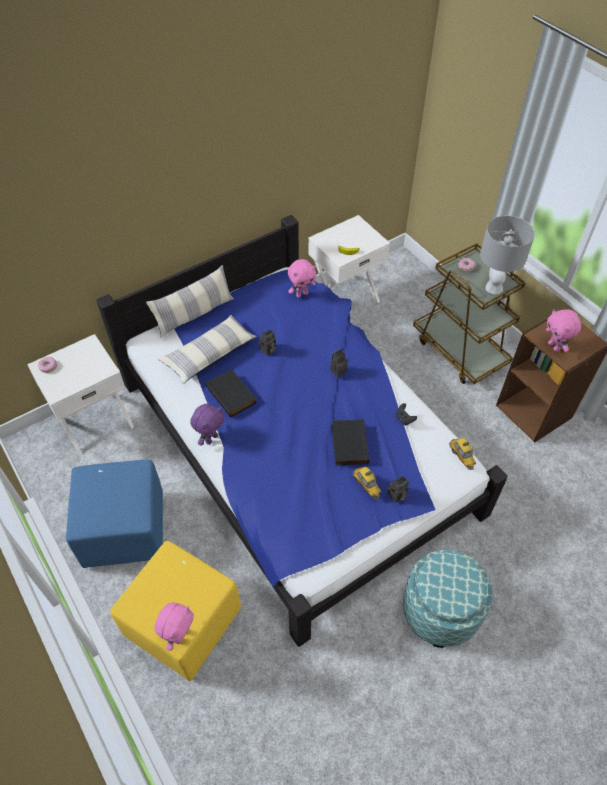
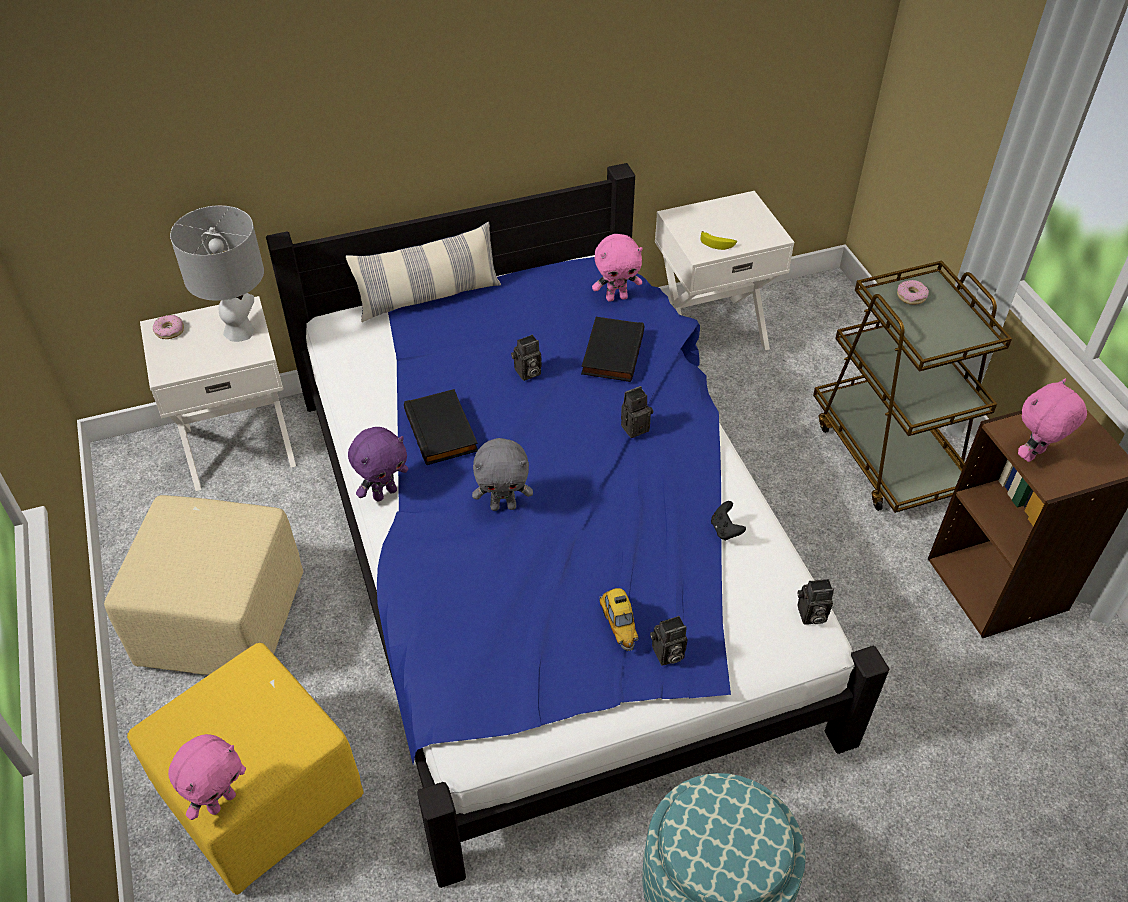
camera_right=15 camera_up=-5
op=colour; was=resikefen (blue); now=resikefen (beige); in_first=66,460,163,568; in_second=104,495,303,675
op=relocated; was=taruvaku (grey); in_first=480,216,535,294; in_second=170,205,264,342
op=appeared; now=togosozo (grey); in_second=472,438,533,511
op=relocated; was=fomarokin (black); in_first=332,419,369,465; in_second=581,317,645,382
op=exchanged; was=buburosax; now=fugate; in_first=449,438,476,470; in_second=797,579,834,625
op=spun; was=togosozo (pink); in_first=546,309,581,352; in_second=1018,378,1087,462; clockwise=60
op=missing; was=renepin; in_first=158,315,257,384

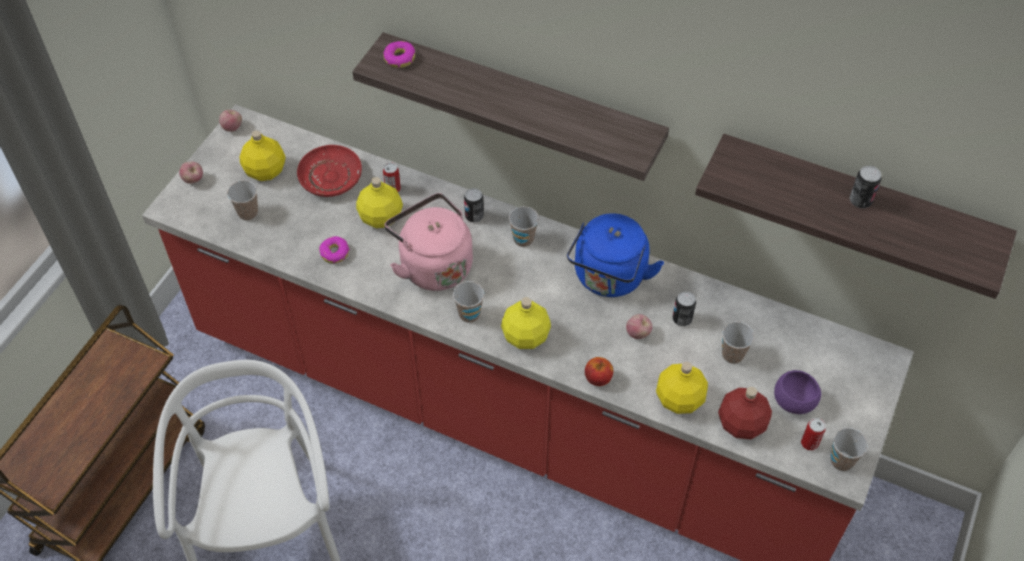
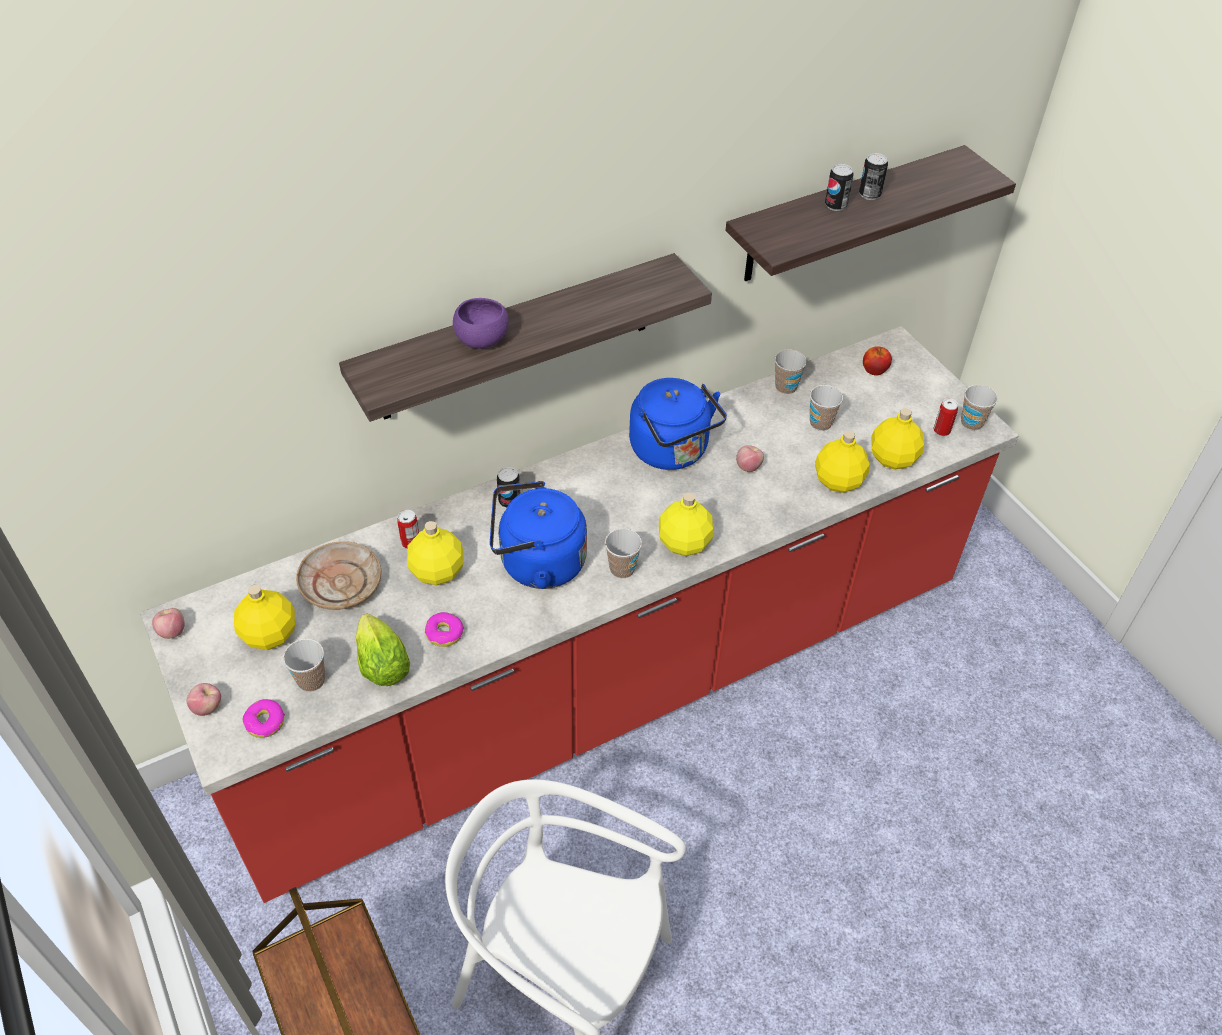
camera_right=-55 camera_up=-5
op=relocated; was=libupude; in_first=383,41,415,68; in_second=243,699,285,738
op=colour; was=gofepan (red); now=gofepan (beige); in_first=297,145,362,197; in_second=296,541,381,610
op=appeared; now=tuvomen; in_second=355,614,410,686
op=relocated; was=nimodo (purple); in_first=774,370,821,414; in_second=453,298,509,349
op=colour; was=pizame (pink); now=pizame (blue); in_first=385,193,473,291; in_second=490,481,587,589
op=relocated; was=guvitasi; in_first=509,206,539,247; in_second=775,349,807,394
op=relocated; was=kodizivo; in_first=672,291,696,326; in_second=825,164,854,211
op=relocated; was=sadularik; in_first=585,357,613,386; in_second=863,346,892,376
op=colour; was=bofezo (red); now=bofezo (yellow); in_first=718,387,772,439; in_second=871,408,924,469

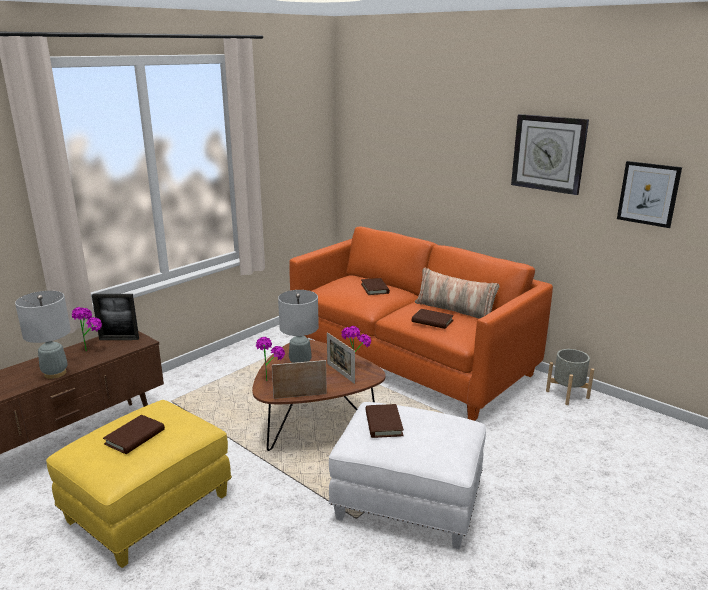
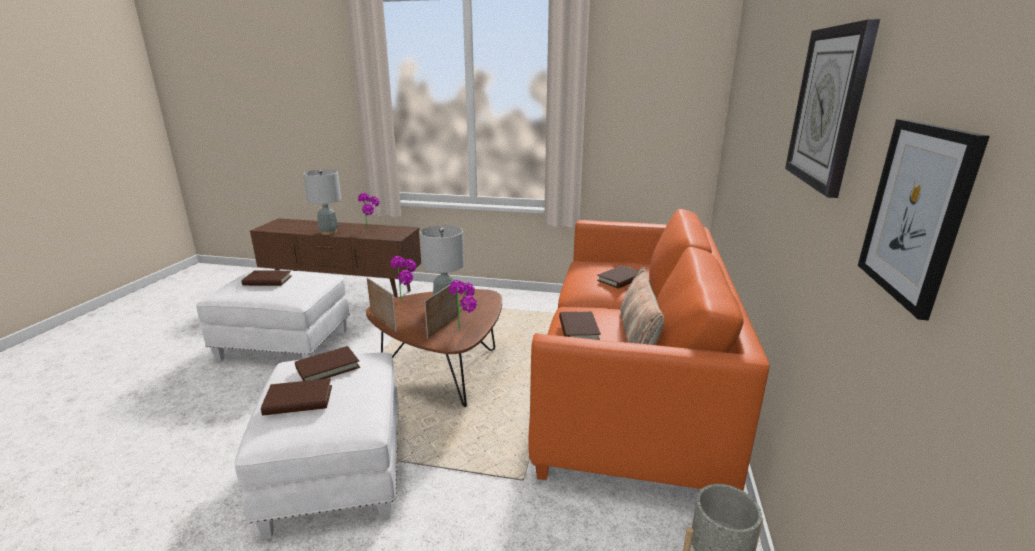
camera_right=60 camera_up=0
op=colour; was=resikefen (yellow); now=resikefen (white); in_first=46,400,232,568; in_second=196,270,350,361
op=appeared; now=fomarokin (brown); in_second=261,378,332,415
op=missing; was=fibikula; in_first=92,294,139,340

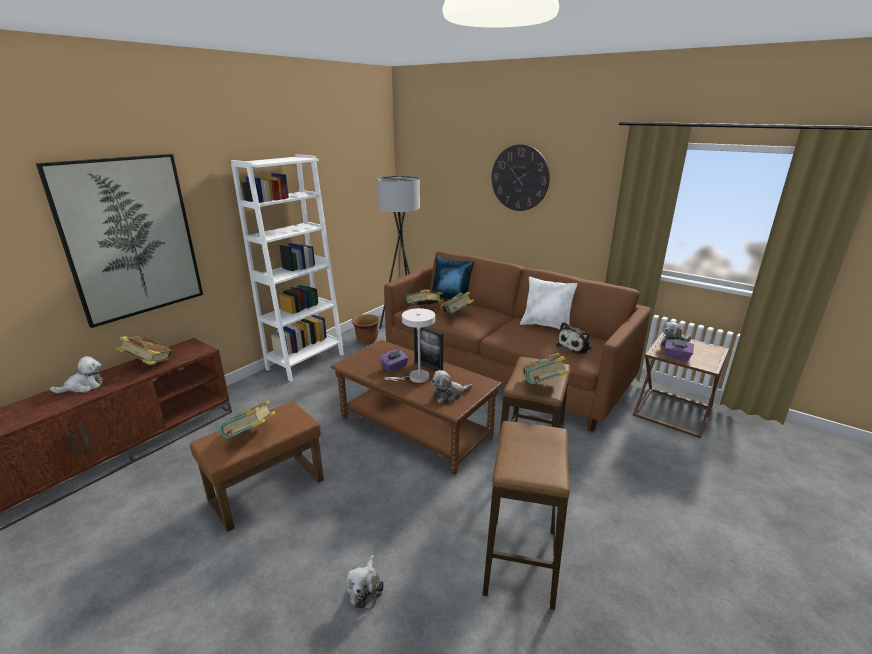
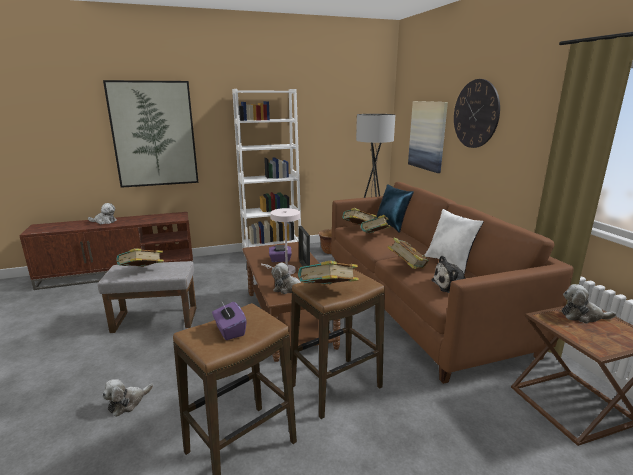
camera_right=35 camera_up=-5
op=colour; was=resikefen (brown); now=resikefen (grey); in_first=190,401,324,532; in_second=97,261,196,333
op=relocated; was=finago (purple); in_first=665,339,694,361; in_second=212,302,247,340
op=relocated; was=fomarokin; in_first=115,336,172,365; in_second=387,238,429,269
op=appeared; now=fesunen; in_second=408,101,448,173

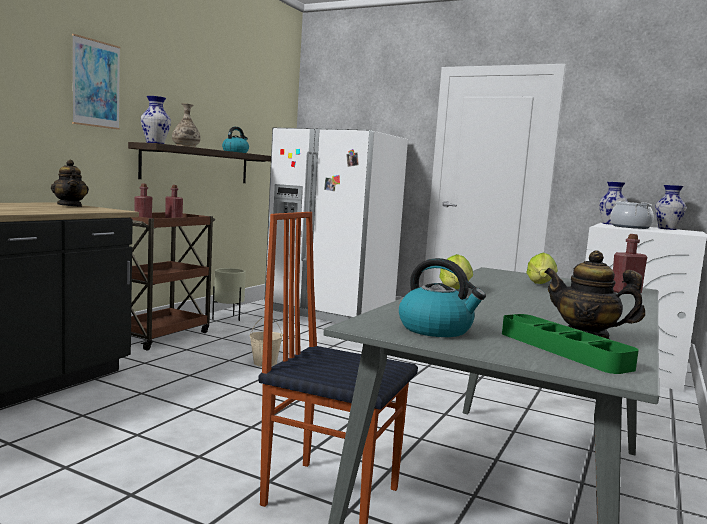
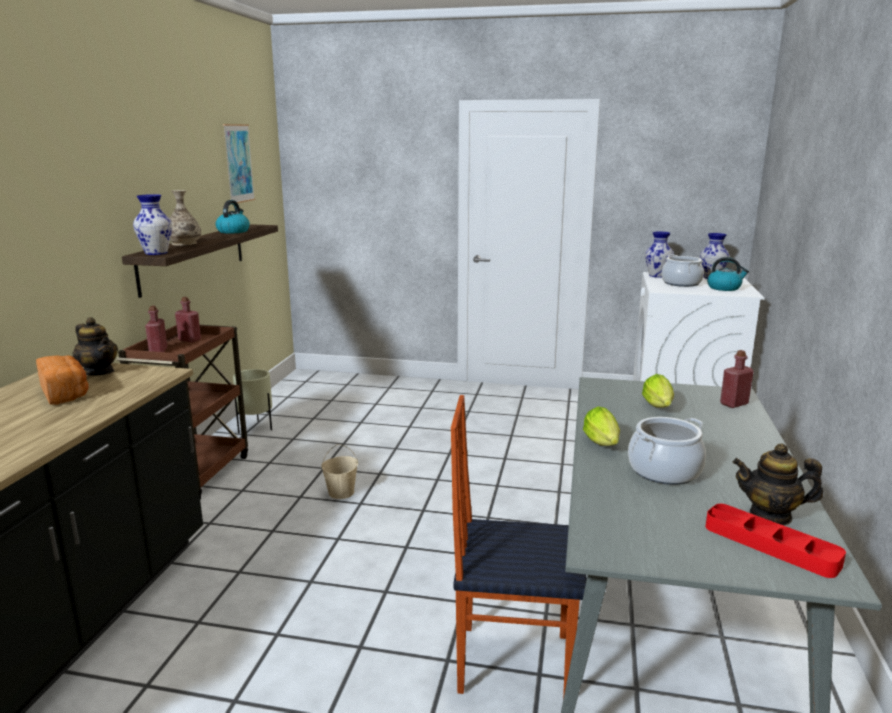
camera_right=-15 camera_up=10
op=appeared; now=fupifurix; in_second=36,355,89,405
op=relocated; was=fesunen; in_first=72,34,120,130; in_second=223,124,255,203
op=appeared; now=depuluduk; in_second=628,417,706,485
op=colour; was=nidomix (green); now=nidomix (red); in_first=502,314,639,374; in_second=706,504,846,578
op=relocated; was=pizame; in_first=399,258,486,337; in_second=707,257,749,291
op=missing; was=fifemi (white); in_first=265,127,408,323

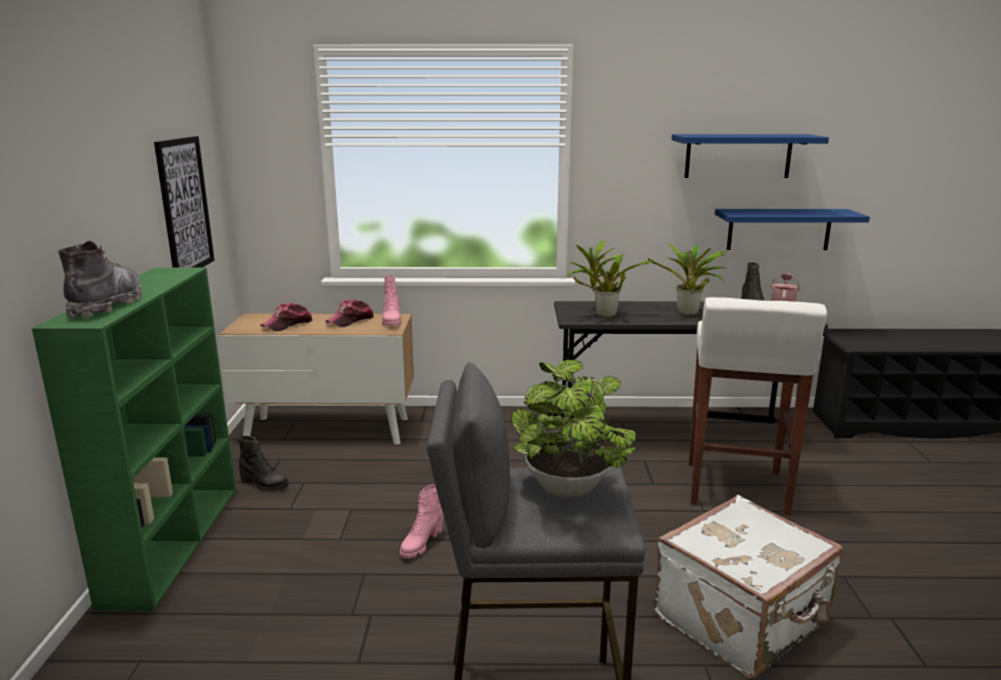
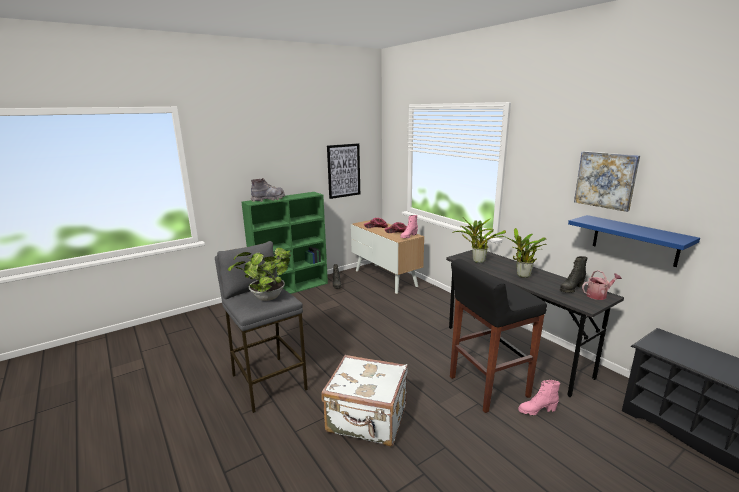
camera_right=55 camera_up=0
op=colour; was=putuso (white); now=putuso (black); in_first=689,297,827,515; in_second=450,259,547,413
op=relocated; was=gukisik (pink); in_first=400,484,443,559; in_second=518,380,560,416
op=exchanged; was=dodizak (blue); now=fesunen; in_first=672,134,829,178; in_second=574,151,640,212

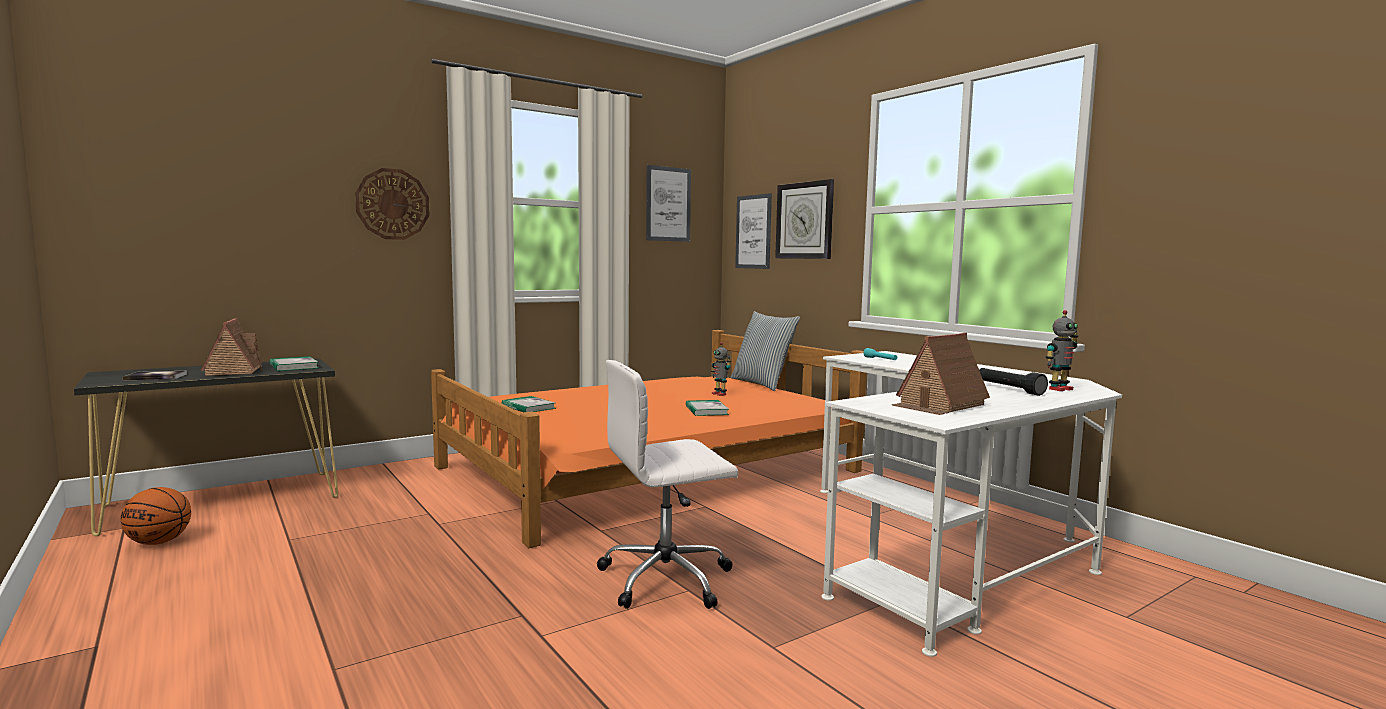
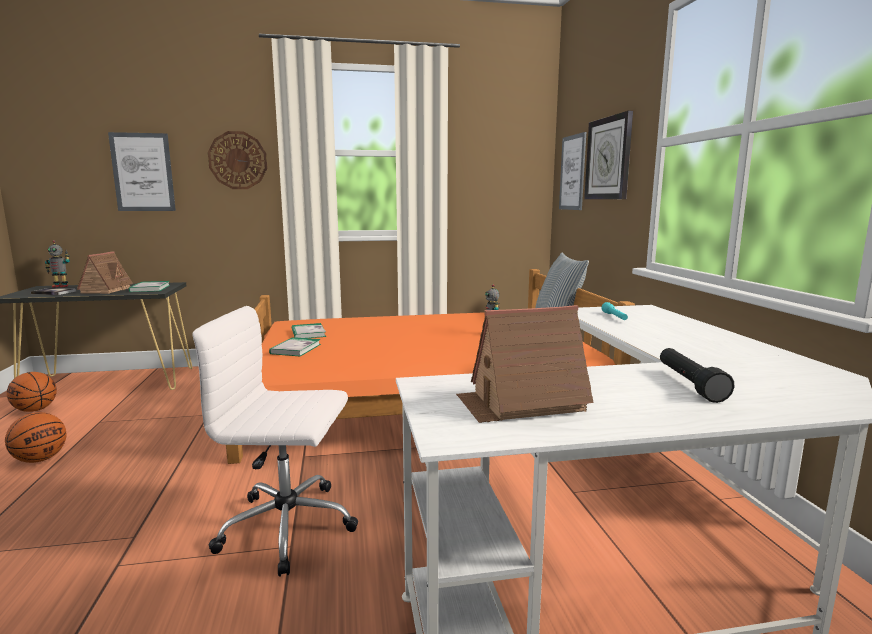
camera_right=25 camera_up=5
op=appeared; now=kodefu; in_second=5,412,67,463
op=relocated; was=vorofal; in_first=1046,310,1078,391; in_second=45,240,70,287
op=relocated; was=fesunen; in_first=646,165,691,242; in_second=108,132,176,211
op=relocated; was=fomarokin; in_first=686,400,729,416; in_second=269,337,321,356

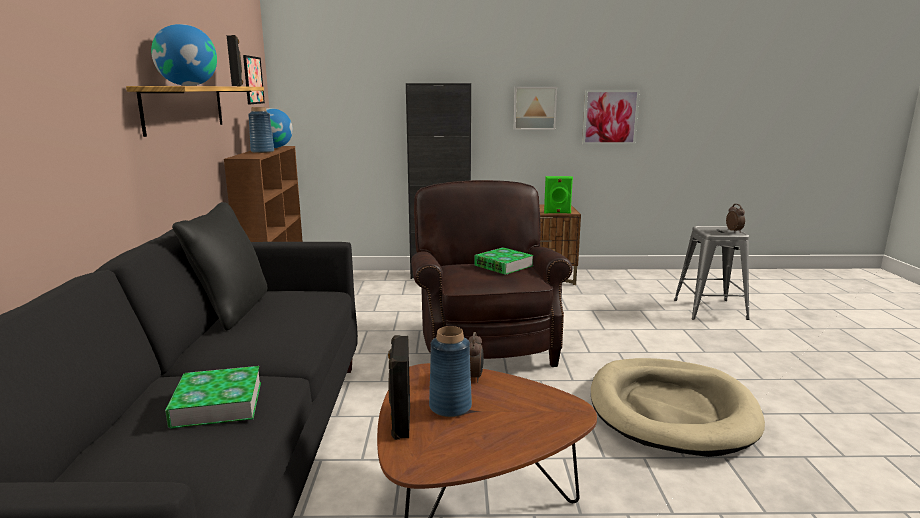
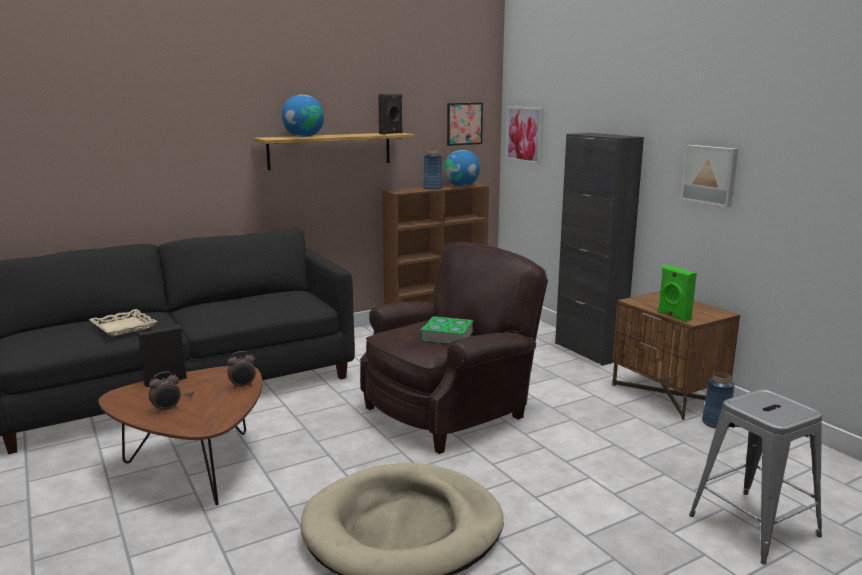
camera_right=60 camera_up=0
op=exchanged; was=fomarokin; now=nidomix (beige); in_first=165,366,261,429; in_second=89,309,158,337
op=relocated; was=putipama; in_first=726,204,745,233; in_second=149,371,181,413
op=relocated; was=fesunen; in_first=582,90,640,145; in_second=506,106,543,164
op=relocated; was=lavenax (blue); in_first=429,326,472,417; in_second=702,372,735,429
op=missing; was=renepin (black); in_first=172,202,267,330

